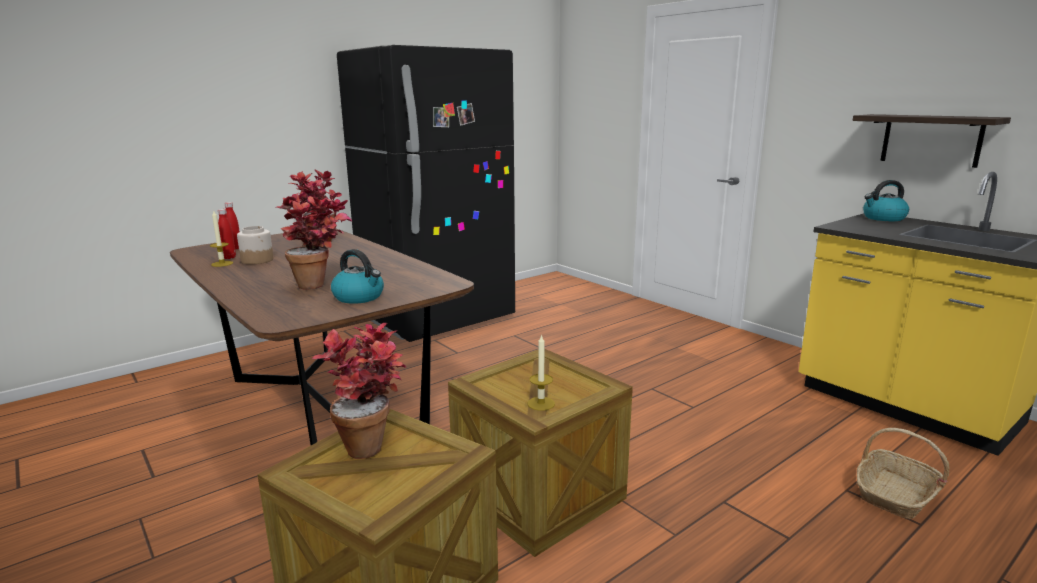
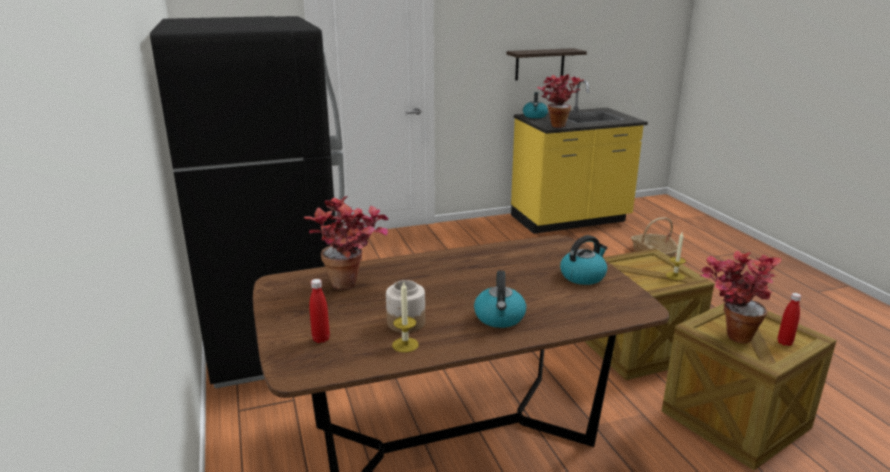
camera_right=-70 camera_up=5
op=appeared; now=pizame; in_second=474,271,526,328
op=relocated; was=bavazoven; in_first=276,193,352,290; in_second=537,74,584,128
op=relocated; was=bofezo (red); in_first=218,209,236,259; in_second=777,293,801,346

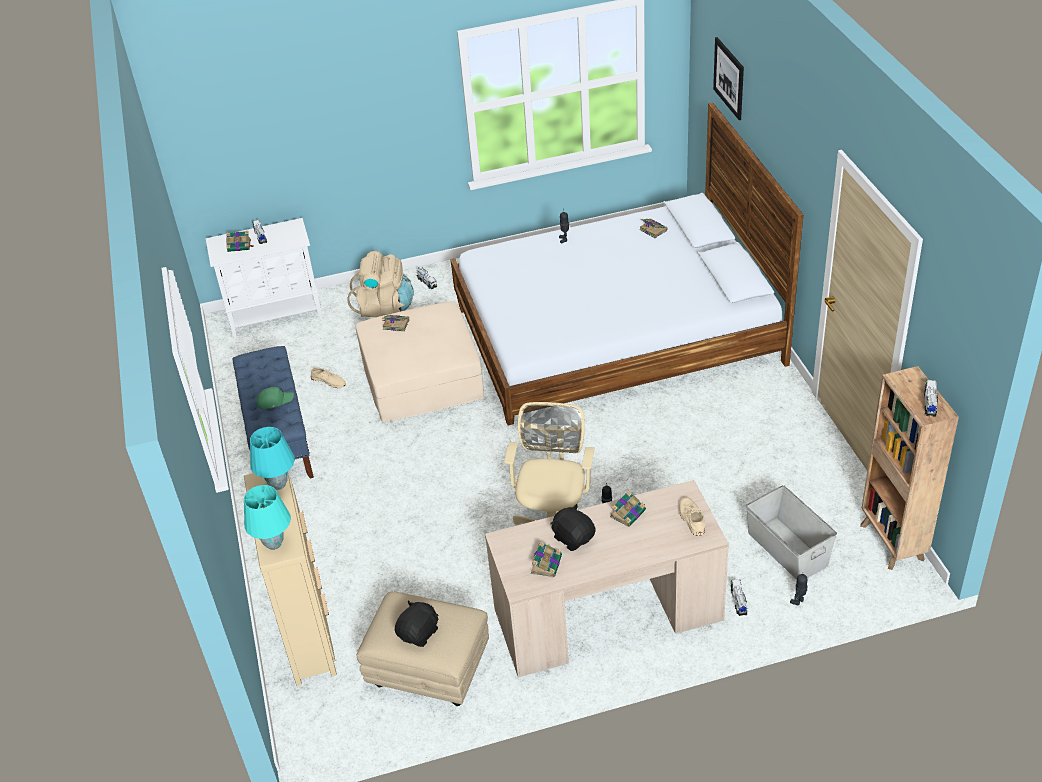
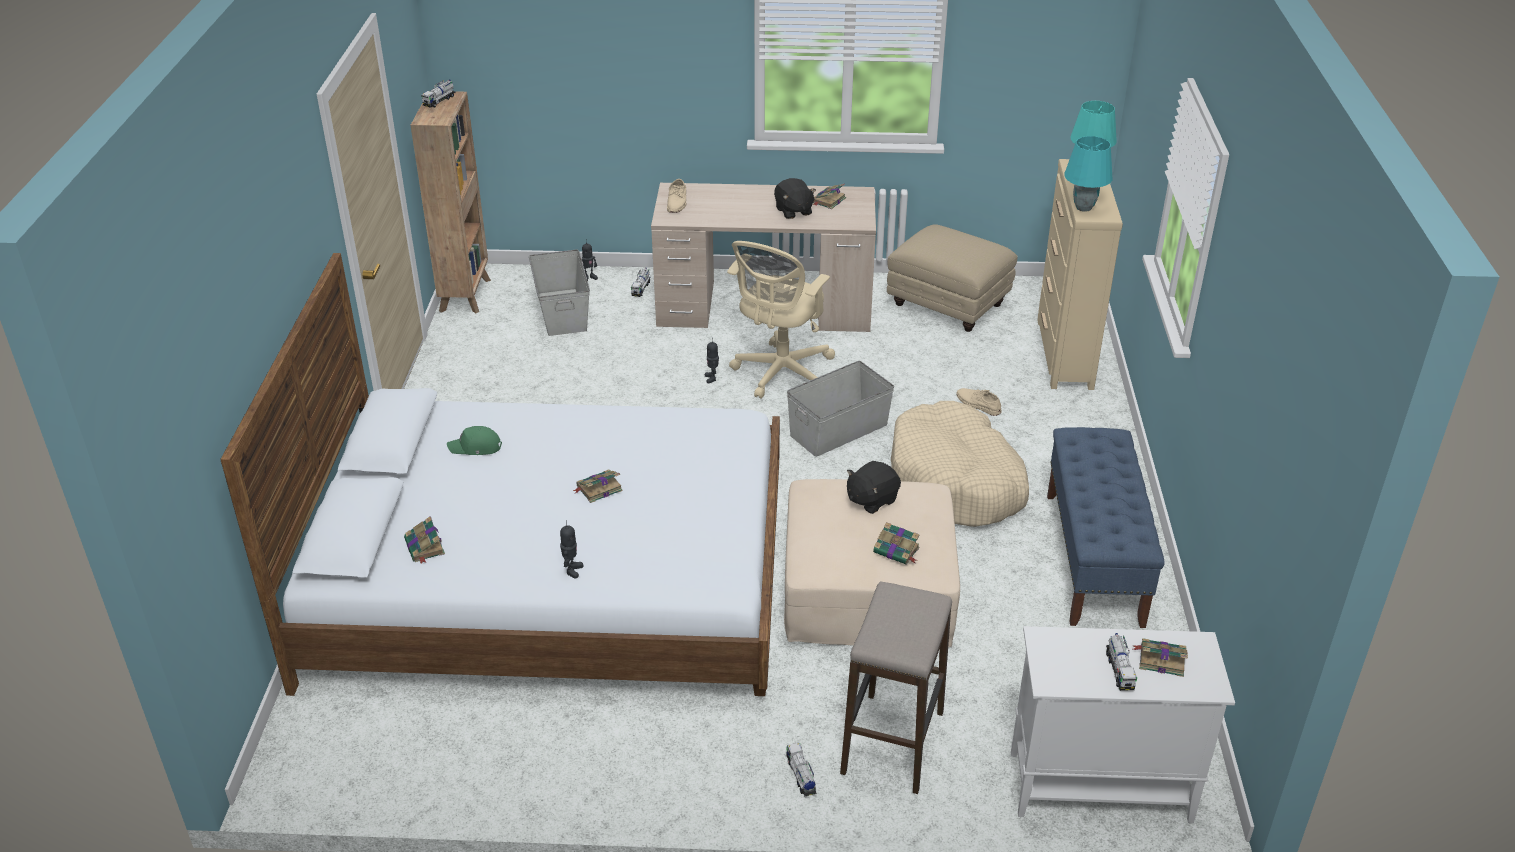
camera_right=-165 camera_up=-5
op=relocated; was=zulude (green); in_first=257,387,294,409; in_second=447,426,502,455
op=relocated; was=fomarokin; in_first=610,491,646,527; in_second=573,469,623,503
op=appeared; now=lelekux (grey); in_second=787,361,894,457
op=exchanged; was=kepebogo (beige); now=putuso; in_first=347,251,414,317; in_second=840,581,952,794
op=relocated; was=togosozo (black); in_first=395,600,439,647; in_second=847,461,901,514
op=appeared; now=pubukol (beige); in_second=891,401,1029,527
op=relocated; was=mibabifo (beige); in_first=311,367,346,388; in_second=956,388,1001,416
op=missing; was=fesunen; in_first=713,37,744,120

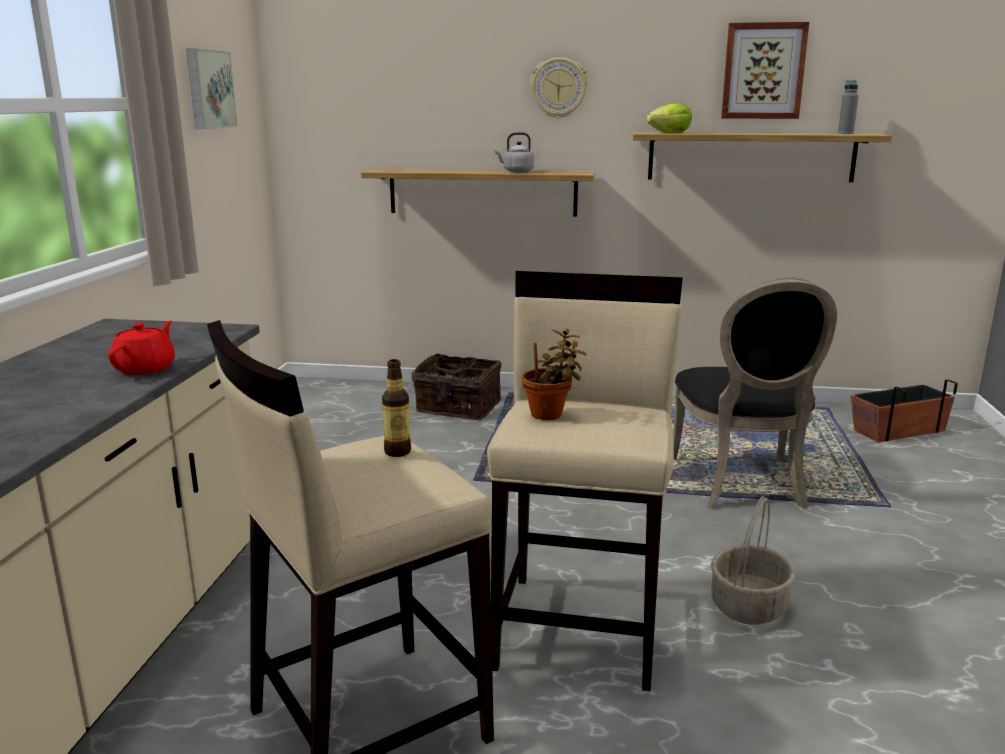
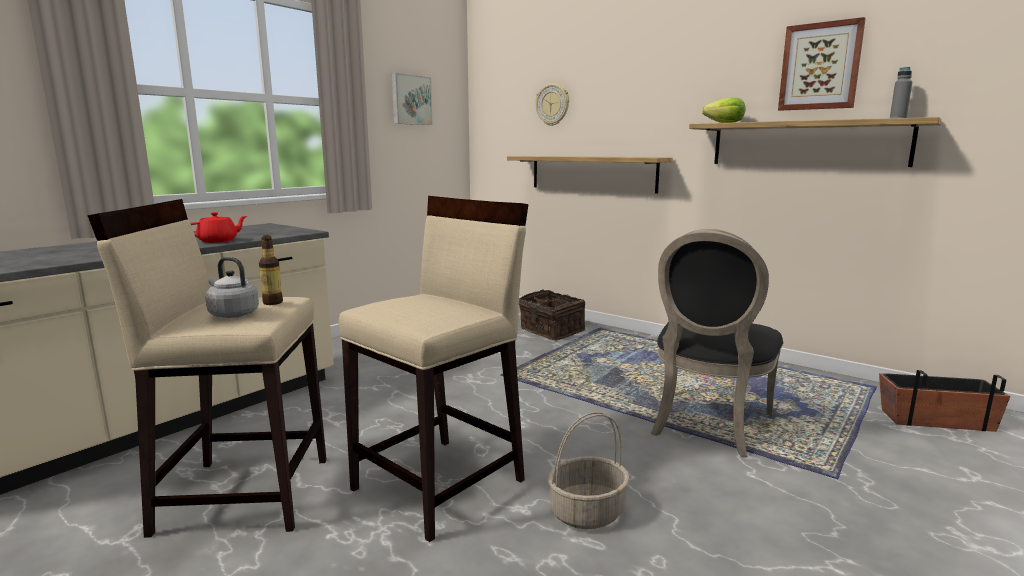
camera_right=30 camera_up=-5
op=relocated; was=pizame (grey); in_first=495,132,534,172; in_second=205,257,259,318
op=relocated; was=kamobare; in_first=530,57,588,119; in_second=535,84,569,126
op=missing; was=bavazoven; in_first=522,329,586,420

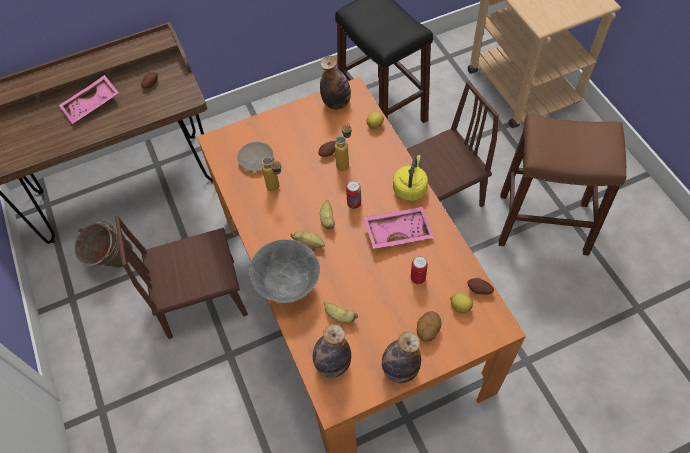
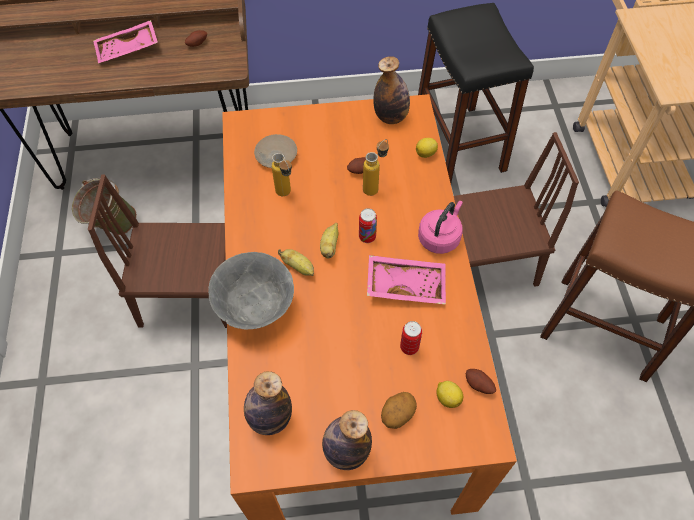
camera_right=15 camera_up=0
op=colour; was=pizame (yellow); now=pizame (pink); in_first=393,155,428,201; in_second=418,201,463,254
op=missing; was=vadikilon; in_first=324,301,358,324

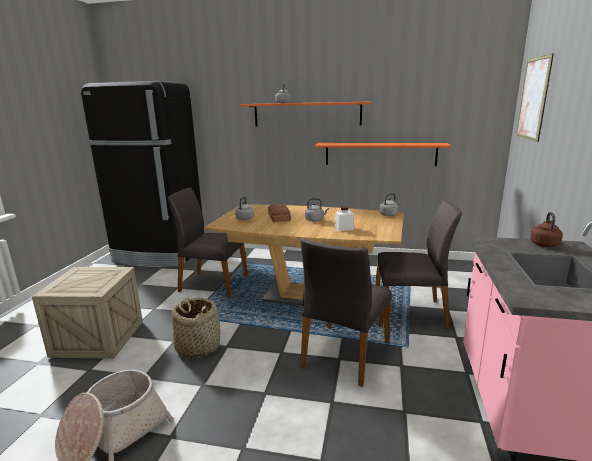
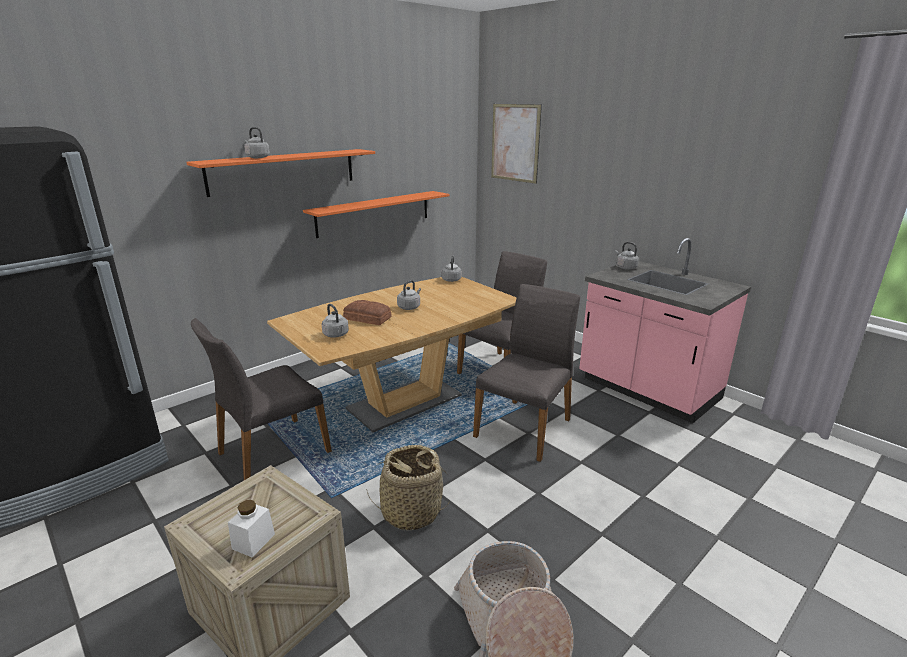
camera_right=-55 camera_up=5
op=relocated; was=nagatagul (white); in_first=335,206,354,231; in_second=228,500,275,557
op=spun; was=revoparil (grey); in_first=300,238,391,387; in_second=473,284,580,462; clockwise=-120
op=colour; was=pizame (brown); now=pizame (grey); in_first=530,212,563,247; in_second=615,242,639,270

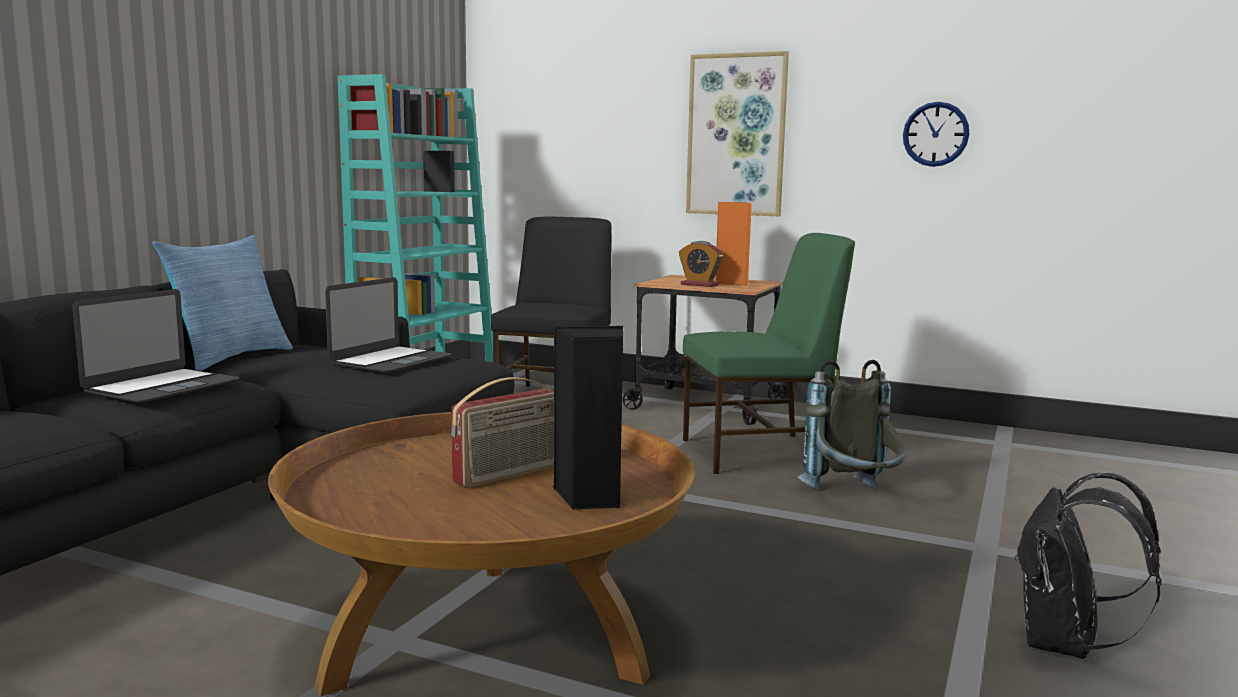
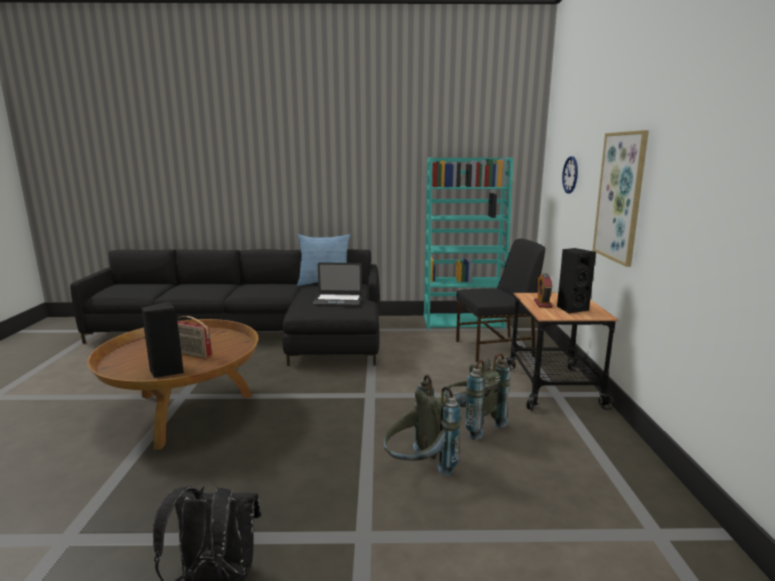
camera_right=65 camera_up=5
op=exchanged; was=revoparil (green); now=kepebogo (grey); in_first=683,233,855,474; in_second=444,353,510,440
op=colour; was=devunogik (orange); now=devunogik (black); in_first=715,202,752,286; in_second=557,248,596,314
op=relocated; was=kamobare; in_first=903,102,970,167; in_second=562,156,578,194
op=missing; was=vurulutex; in_first=73,289,239,403

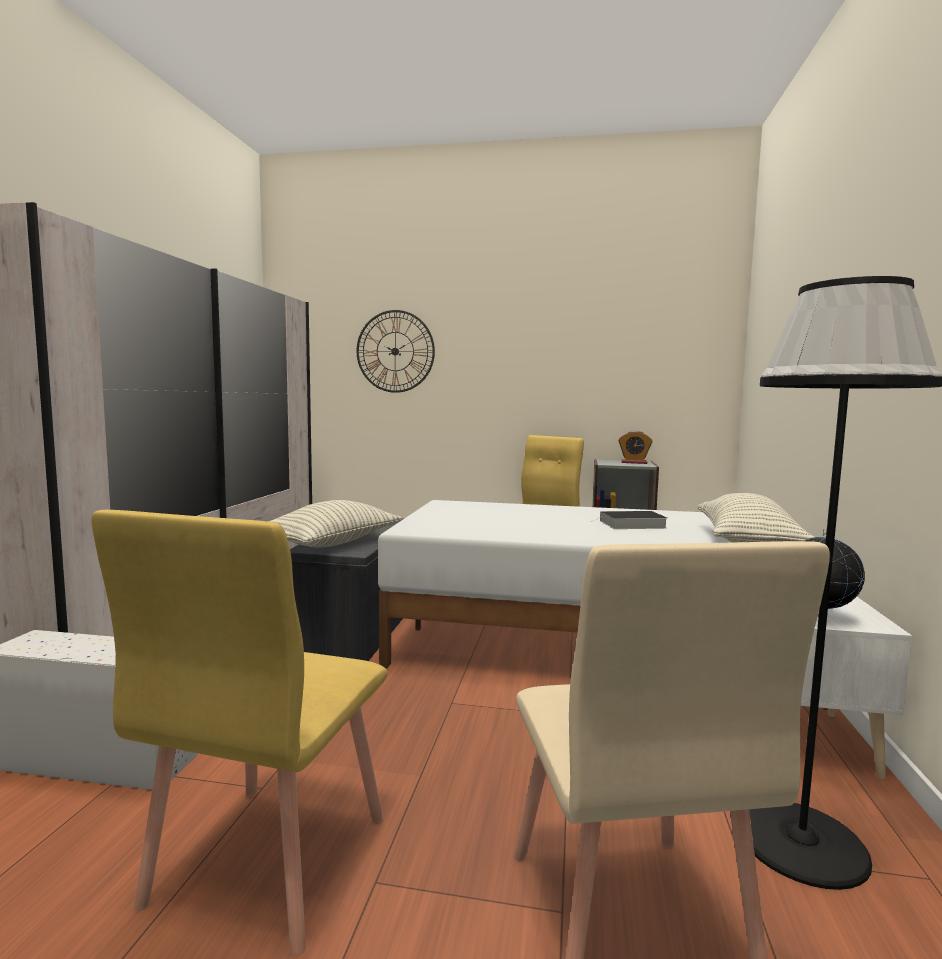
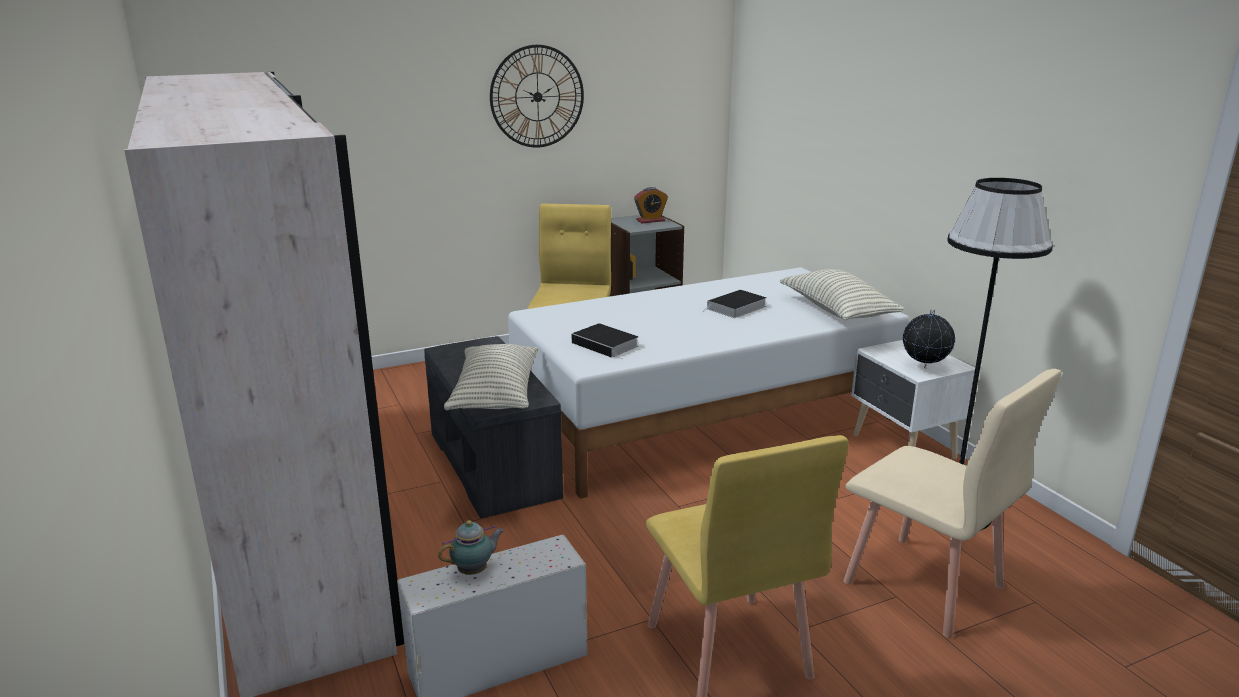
camera_right=-35 camera_up=15
op=appeared; now=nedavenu; in_second=438,520,504,575
op=relocated; was=kamobare; in_first=356,310,435,393; in_second=490,45,584,148
op=appeared; now=fomarokin; in_second=572,323,638,360

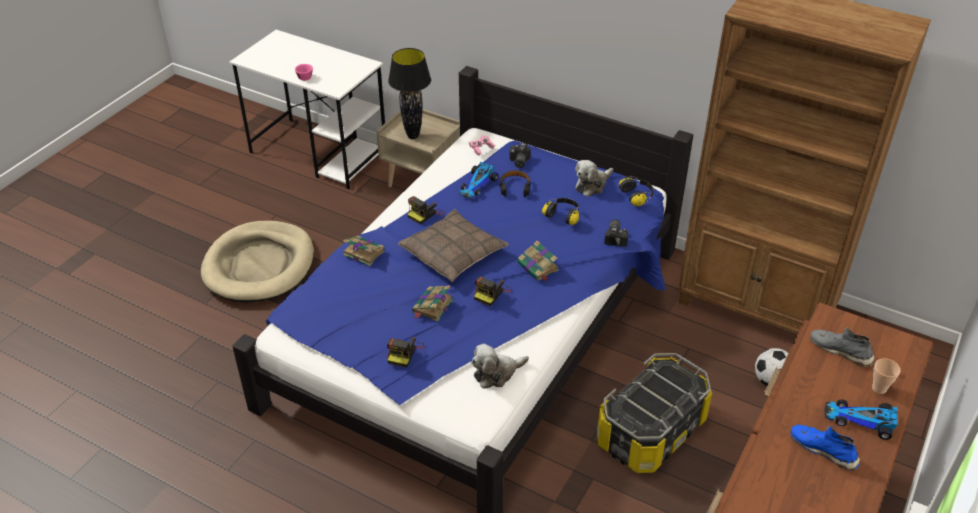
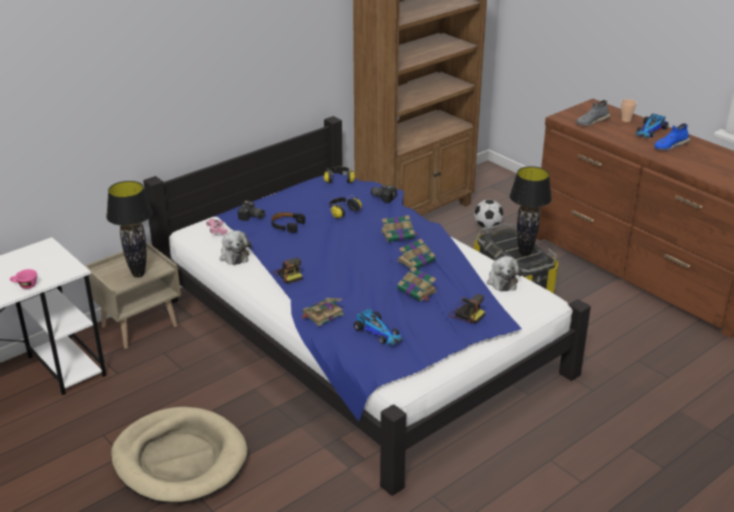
camera_right=-70 camera_up=-10
op=relocated; was=togosozo; in_first=575,160,613,197; in_second=220,231,252,265
op=relocated; was=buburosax; in_first=459,162,498,198; in_second=354,308,403,346
op=exchanged; was=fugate; now=fomarokin; in_first=474,276,512,306; in_second=397,239,436,270
op=appeared; now=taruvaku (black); in_second=510,166,552,256
op=missing; was=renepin; in_first=398,209,509,282

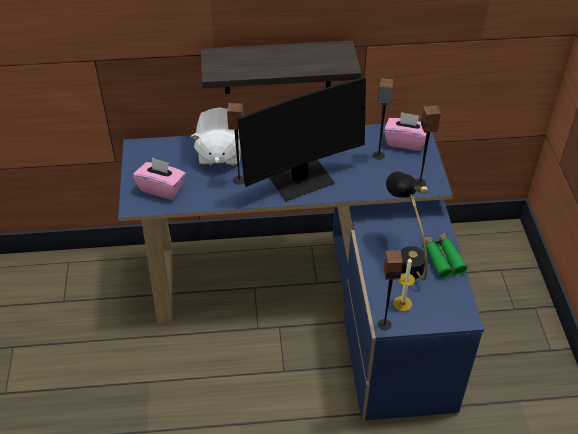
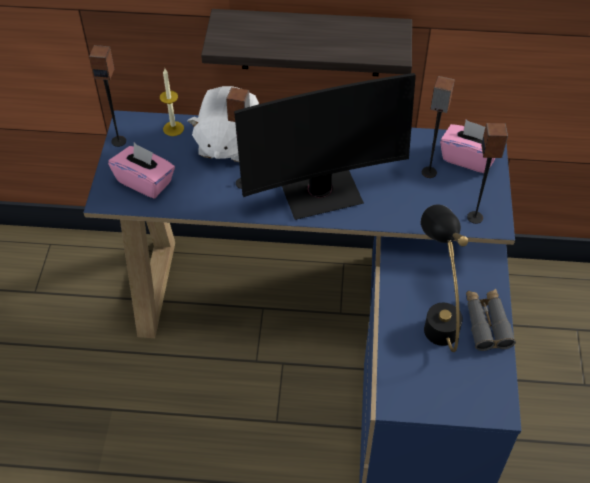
camera_right=10 camera_up=5
op=relocated; was=devunogik; in_first=378,250,403,330; in_second=89,45,126,147
op=relocated; was=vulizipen; in_first=393,258,415,311; in_second=160,69,184,136
op=colour; was=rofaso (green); now=rofaso (grey); in_first=425,233,468,278; in_second=466,289,516,351

